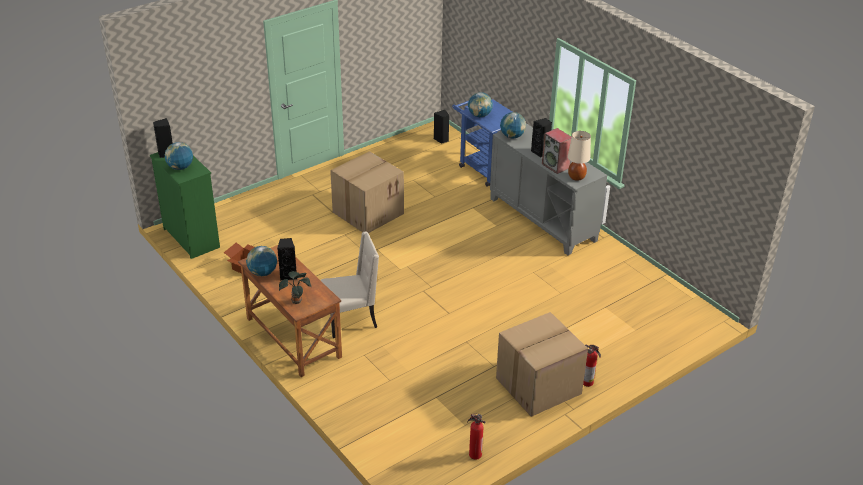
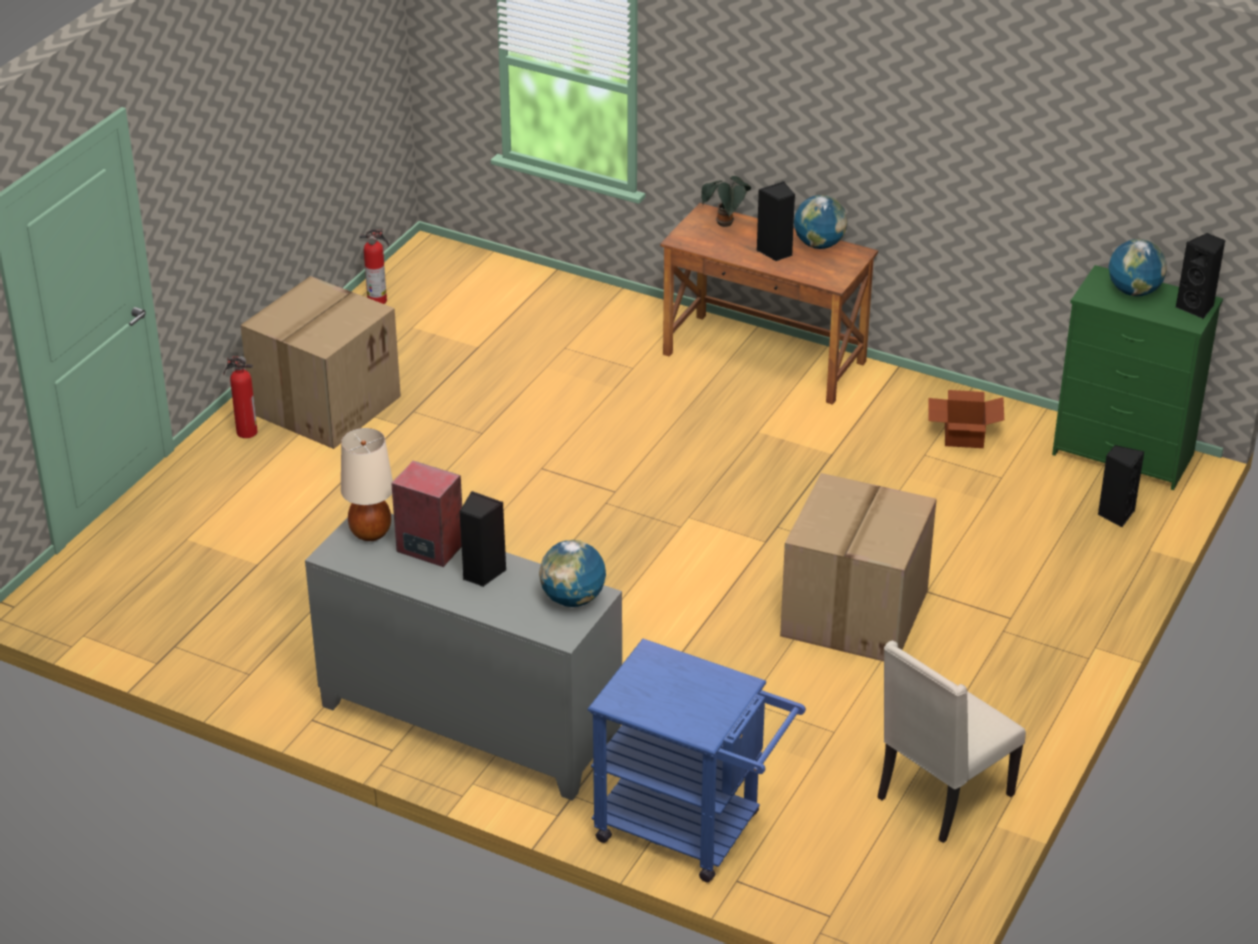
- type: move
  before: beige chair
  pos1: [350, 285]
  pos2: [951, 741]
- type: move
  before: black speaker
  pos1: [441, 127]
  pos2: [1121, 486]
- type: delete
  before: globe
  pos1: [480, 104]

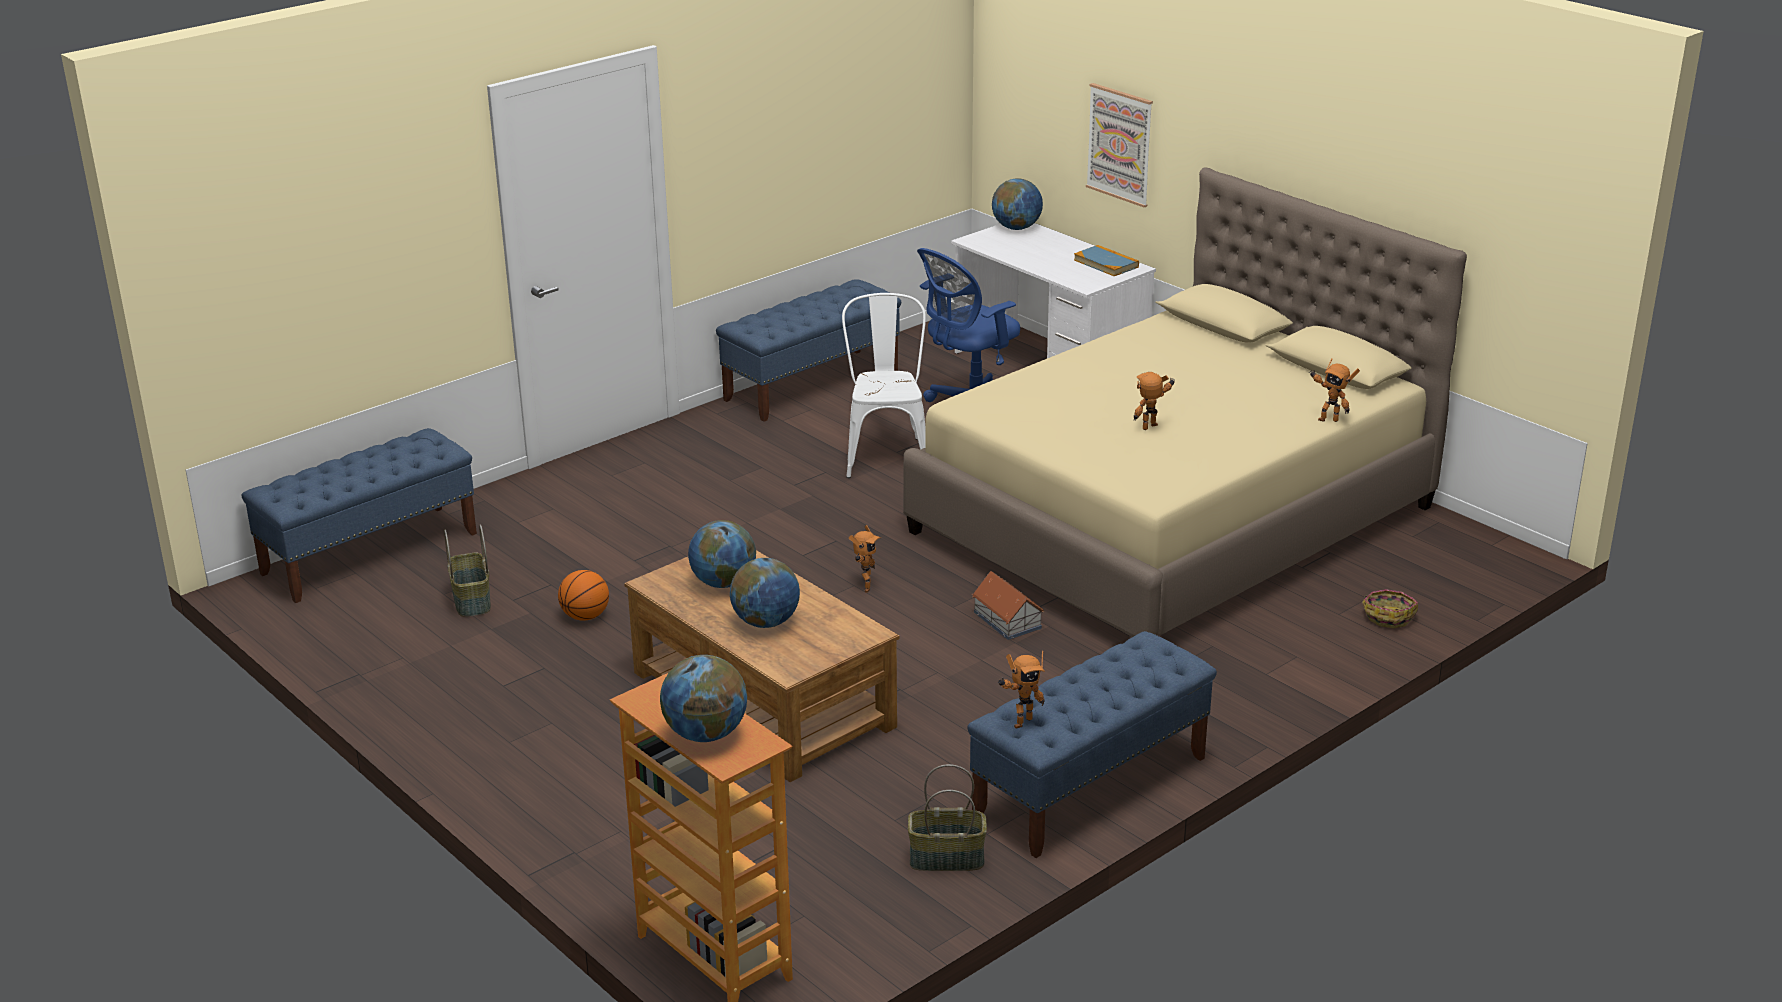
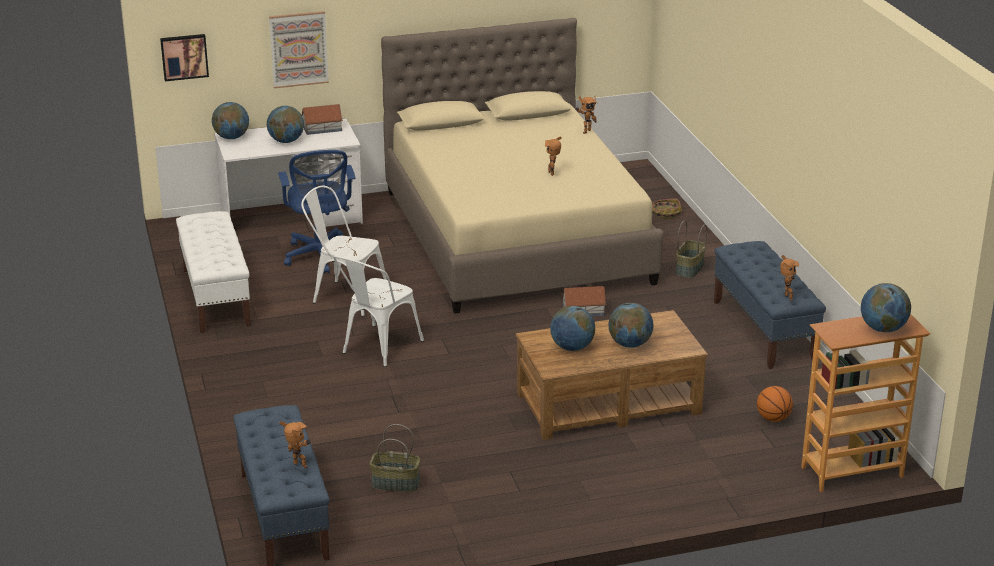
- type: insert
  after: picture
  pos2: [184, 57]
- type: recolor
  before: blue bench
  after: white bench
  pos1: [808, 350]
  pos2: [213, 272]
- type: insert
  after: globe
  pos2: [285, 124]
- type: move
  before: toy robot
  pos1: [865, 559]
  pos2: [294, 444]
- type: replace
  before: book
  after: toy house
  pos1: [1106, 260]
  pos2: [322, 119]
- type: insert
  after: white chair
  pos2: [378, 311]
- type: move
  before: basket
  pos1: [947, 817]
  pos2: [691, 249]
- type: move
  before: basketball
  pos1: [583, 595]
  pos2: [775, 404]

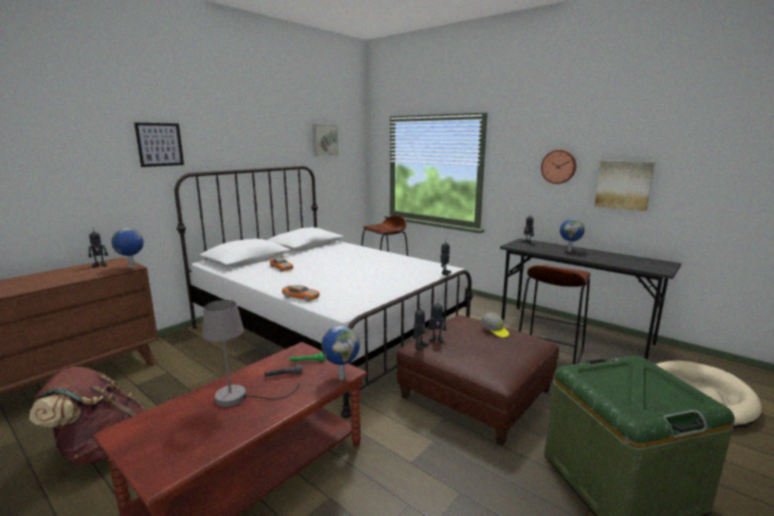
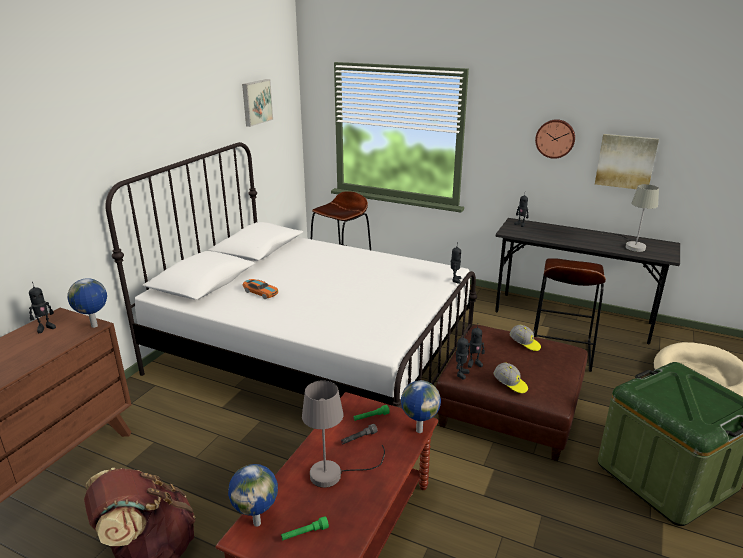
- type: move
  before: globe
  pos1: [572, 235]
  pos2: [253, 495]
- type: insert
  after: green flashlight
  pos2: [305, 528]
- type: insert
  after: cap
  pos2: [511, 378]
- type: insert
  after: grey table lamp
  pos2: [630, 218]
- type: delete
  before: picture
  pos1: [159, 145]
- type: delete
  before: toy car
  pos1: [301, 293]

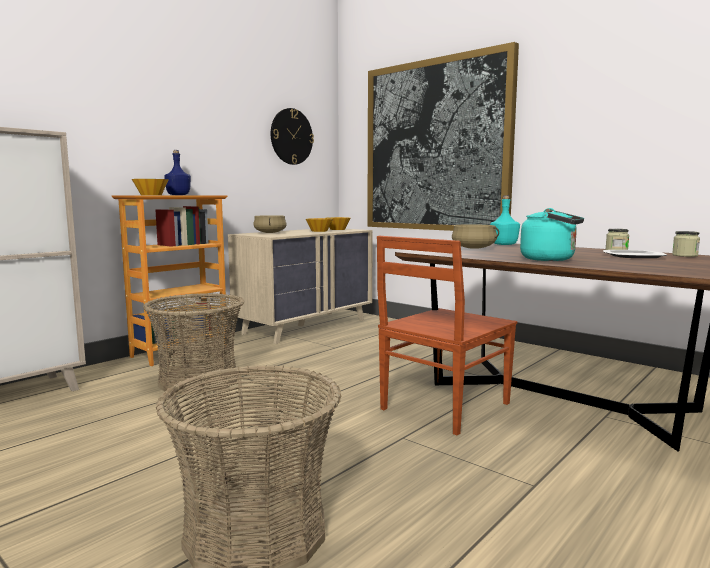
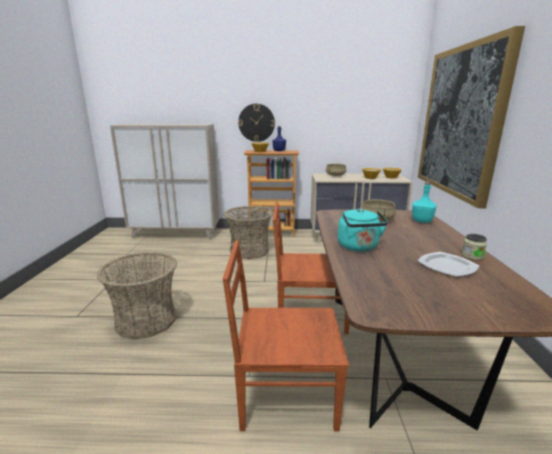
- type: insert
  after: brown chair
  pos2: [286, 336]
- type: move
  before: wall clock
  pos1: [292, 136]
  pos2: [256, 123]
- type: delete
  before: jar
  pos1: [686, 244]

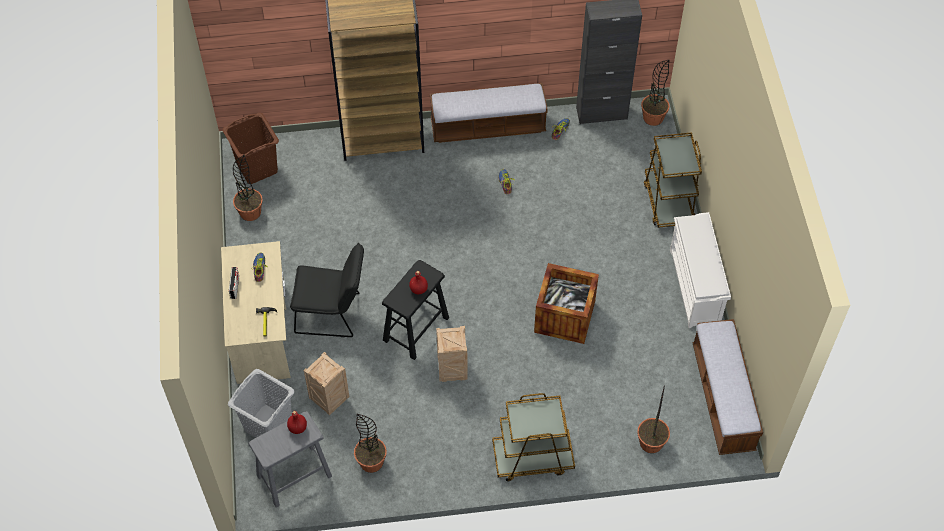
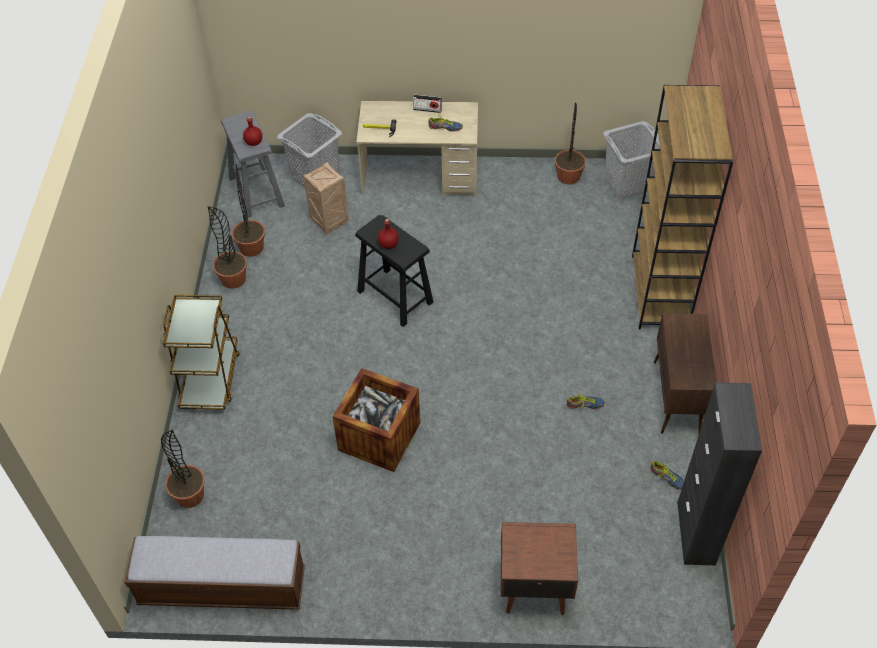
- type: move
  before: potted plant
  pos1: [655, 92]
  pos2: [227, 248]
- type: replace
  before: brown cart
  after: brown nightstand
  pos1: [673, 180]
  pos2: [539, 568]
- type: recolor
  before: brown laundry basket
  after: grey laundry basket
  pos1: [250, 148]
  pos2: [631, 160]
- type: replace
  before: bench
  after: brown cabinet
  pos1: [489, 113]
  pos2: [685, 373]
- type: delete
  before: black chair
  pos1: [327, 290]
- type: delete
  before: crate
  pos1: [452, 354]
- type: delete
  before: white shoe rack
  pos1: [700, 270]

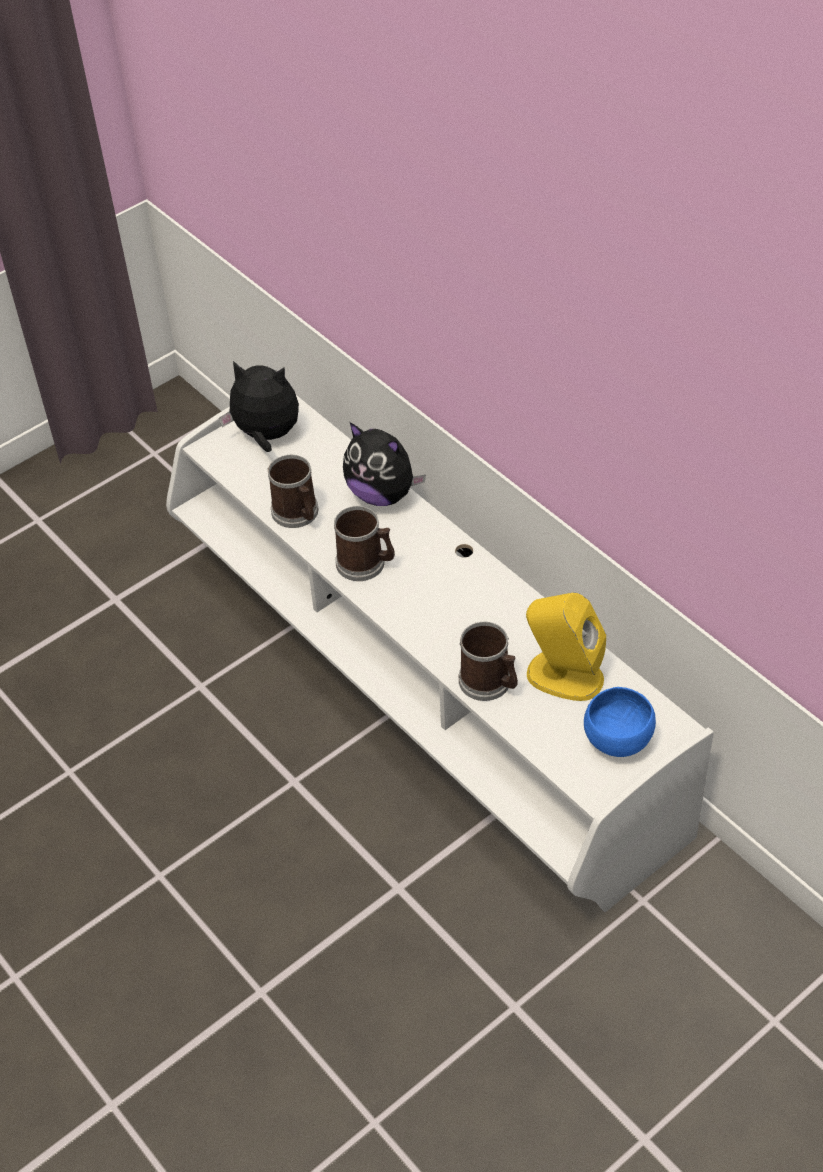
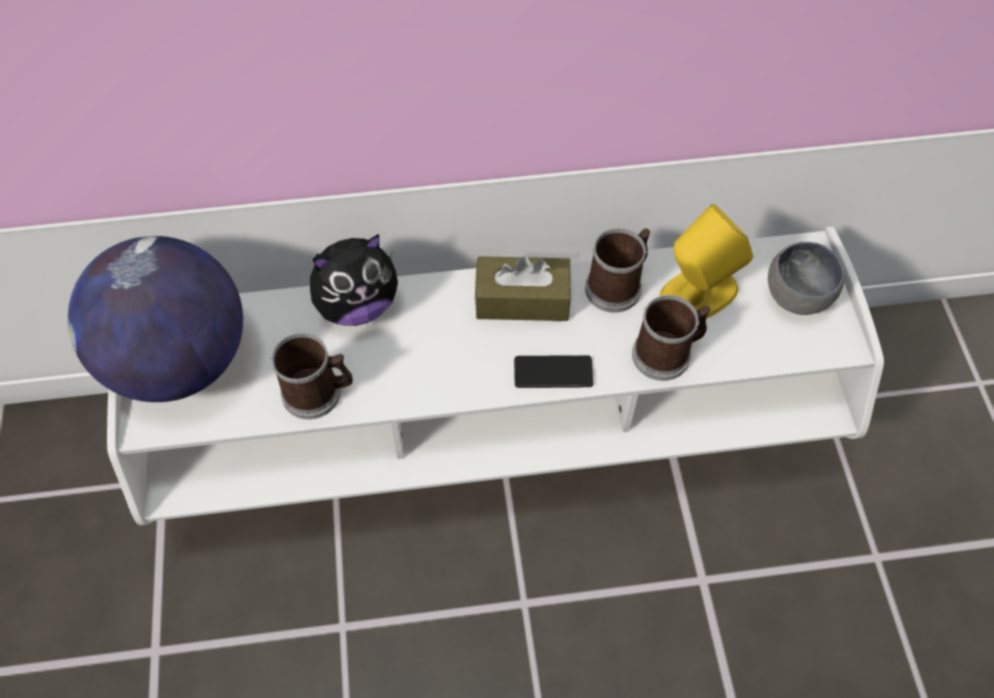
- type: replace
  before: plush toy
  after: globe
  pos1: [259, 406]
  pos2: [155, 319]
- type: insert
  after: brown tissue box
  pos2: [523, 288]
- type: insert
  after: phone
  pos2: [553, 371]
- type: move
  before: mug
  pos1: [364, 543]
  pos2: [617, 270]
- type: recolor
  before: blue bowl
  after: grey bowl
  pos1: [620, 722]
  pos2: [806, 278]

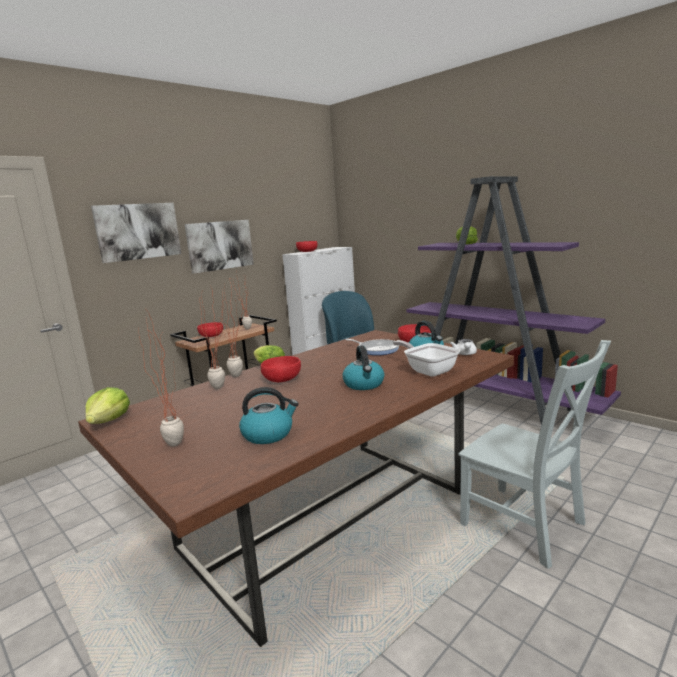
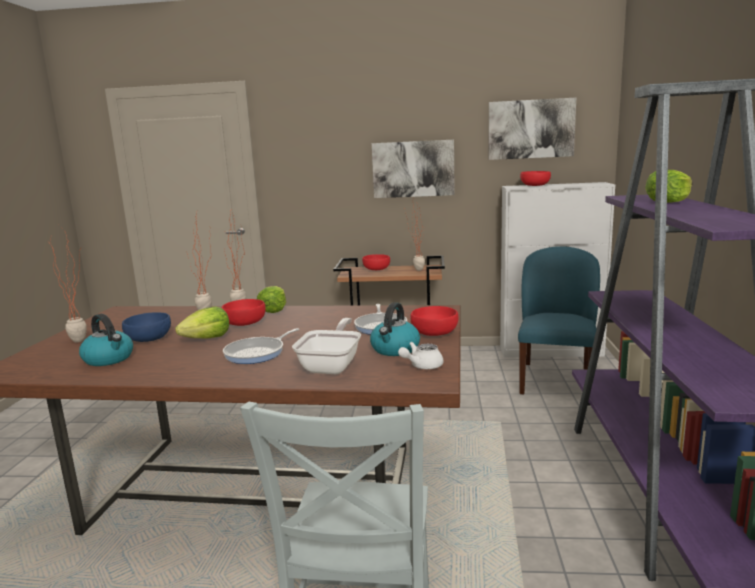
- type: insert
  after: blue bowl
  pos2: [146, 327]
- type: move
  before: lettuce
  pos1: [108, 405]
  pos2: [202, 322]
- type: replace
  before: kettle
  after: frying pan
  pos1: [363, 367]
  pos2: [261, 346]
- type: move
  before: picture
  pos1: [136, 233]
  pos2: [532, 129]

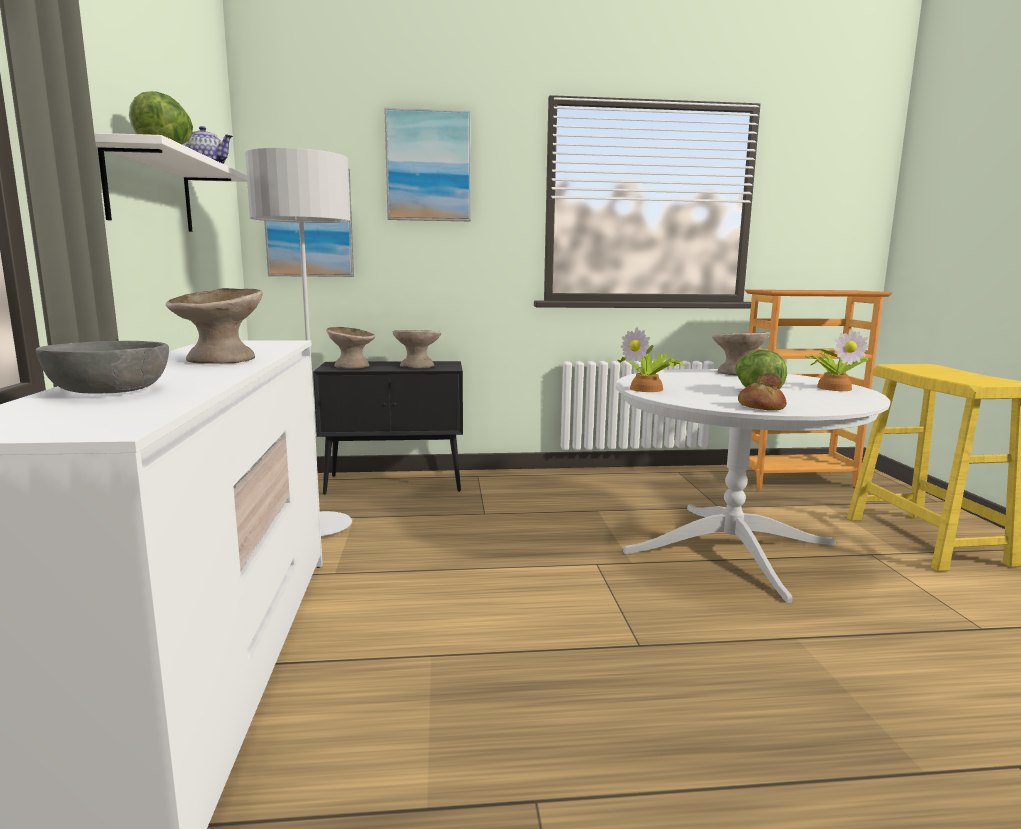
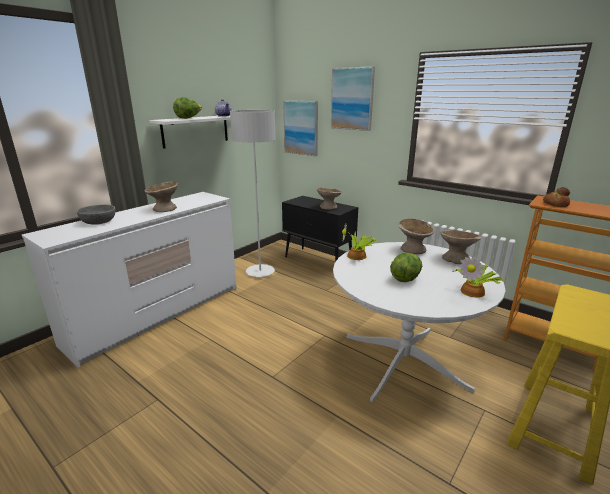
- type: move
  before: beige bowl
  pos1: [351, 348]
  pos2: [416, 236]
- type: move
  before: bread
  pos1: [762, 392]
  pos2: [556, 197]

